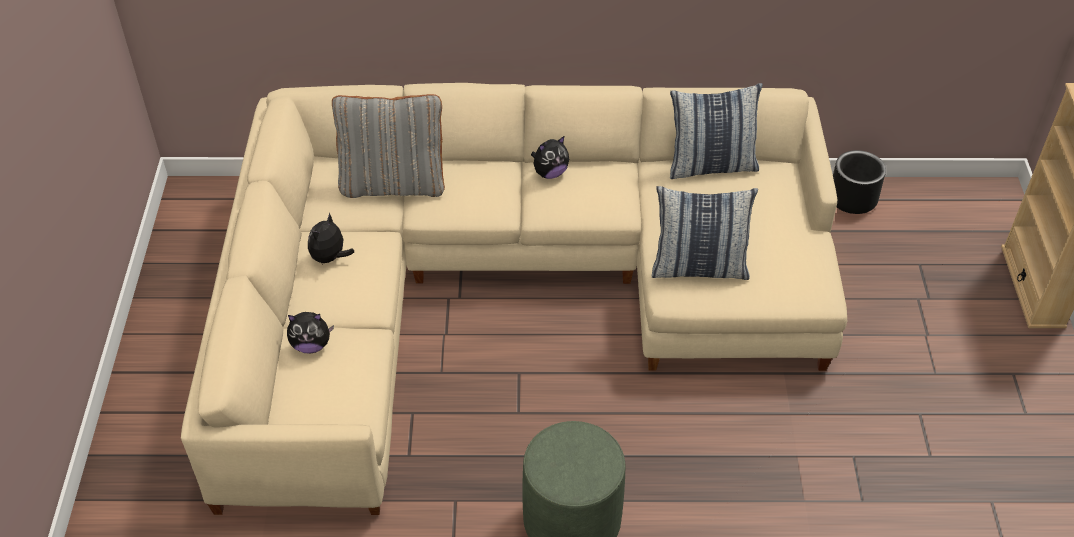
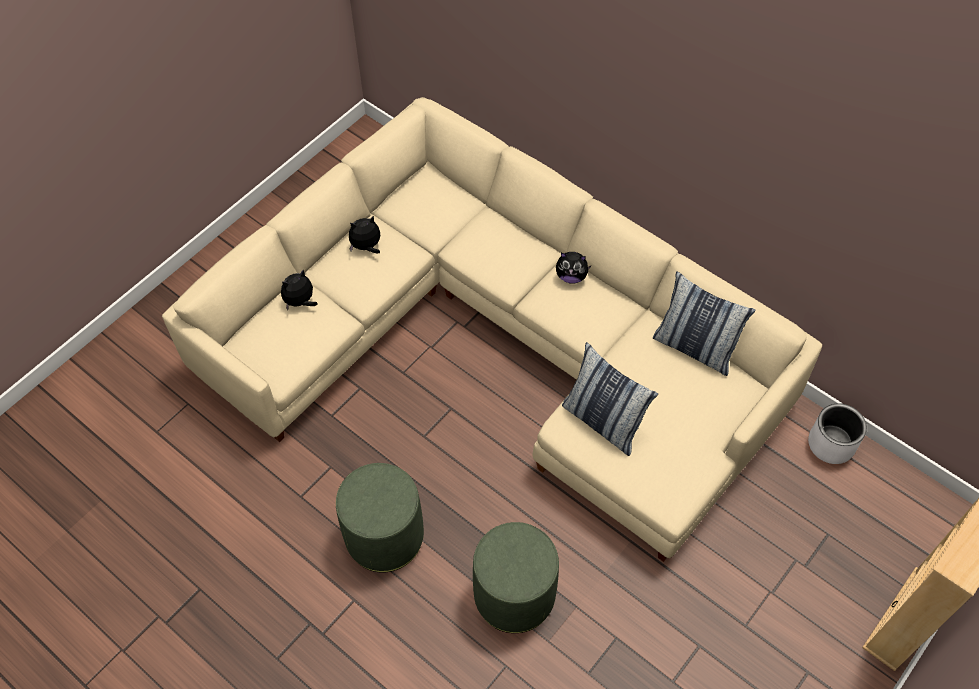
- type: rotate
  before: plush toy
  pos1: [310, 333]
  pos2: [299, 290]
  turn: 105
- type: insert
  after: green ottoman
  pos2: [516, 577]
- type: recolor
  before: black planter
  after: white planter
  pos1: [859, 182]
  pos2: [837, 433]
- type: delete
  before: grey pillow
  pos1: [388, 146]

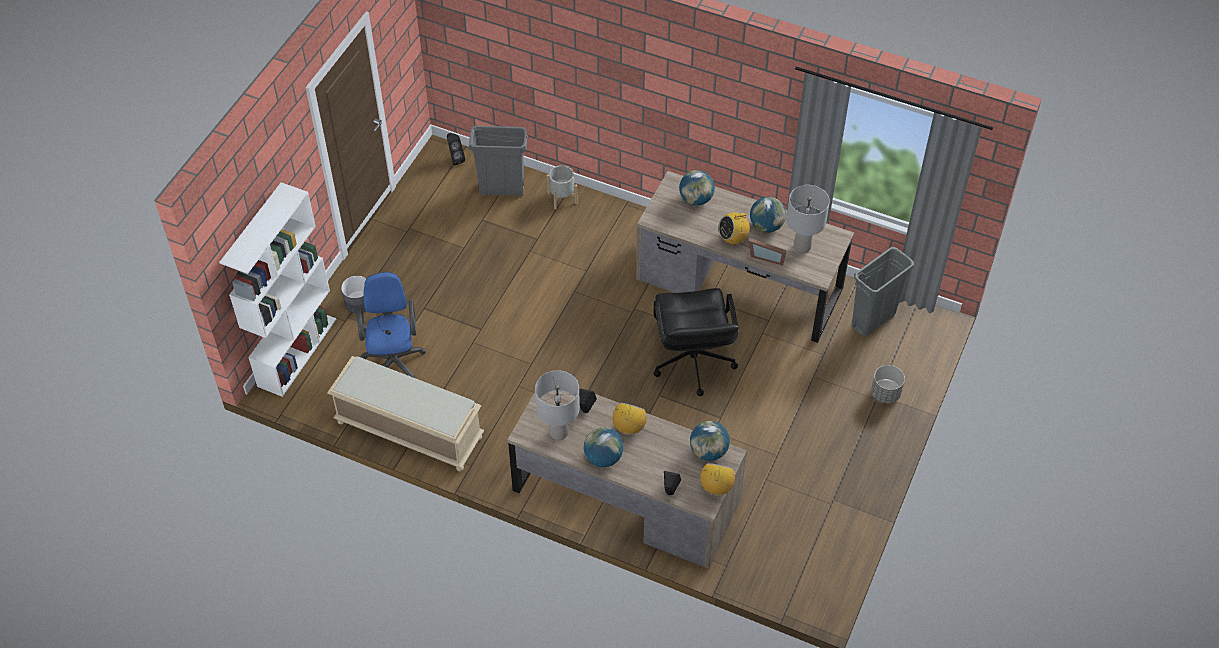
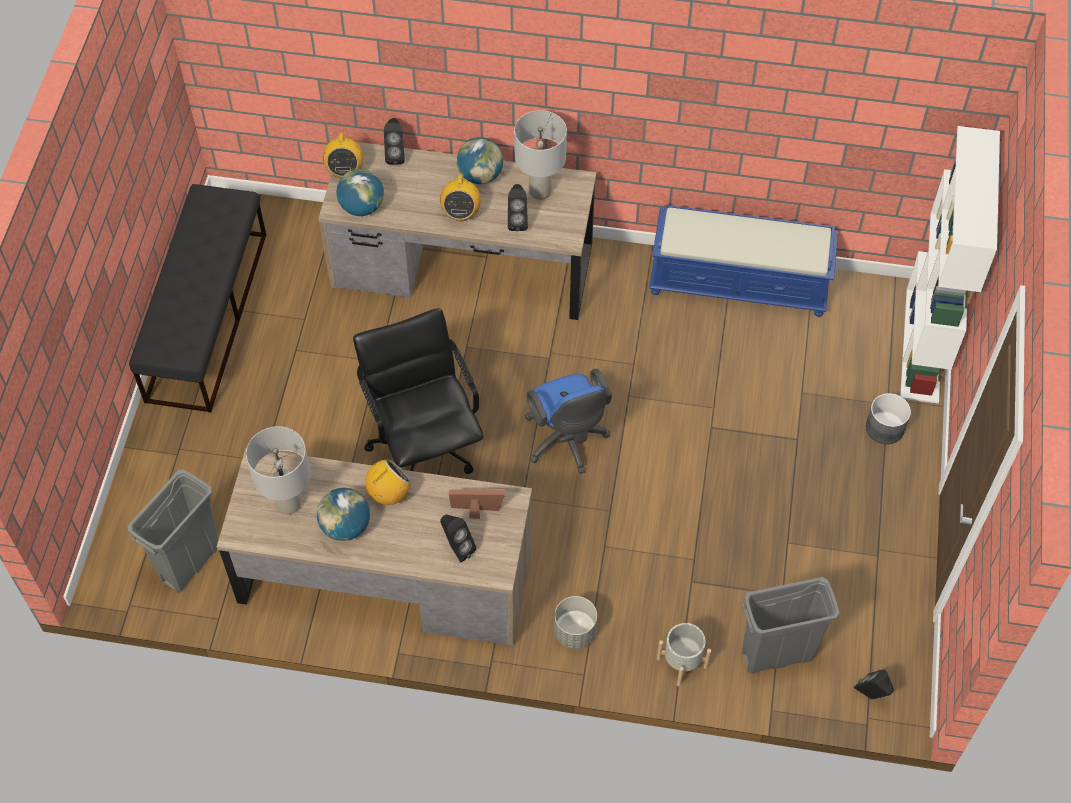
- type: insert
  after: black bench
  pos2: [197, 298]
- type: replace
  before: globe
  after: black speaker
  pos1: [697, 188]
  pos2: [458, 538]
- type: move
  before: picture frame
  pos1: [767, 251]
  pos2: [477, 504]
- type: move
  before: blue office chair
  pos1: [391, 324]
  pos2: [568, 421]
- type: move
  before: grey planter
  pos1: [888, 384]
  pos2: [575, 622]
- type: recolor
  before: beige bench
  after: blue bench
  pos1: [405, 413]
  pos2: [743, 261]

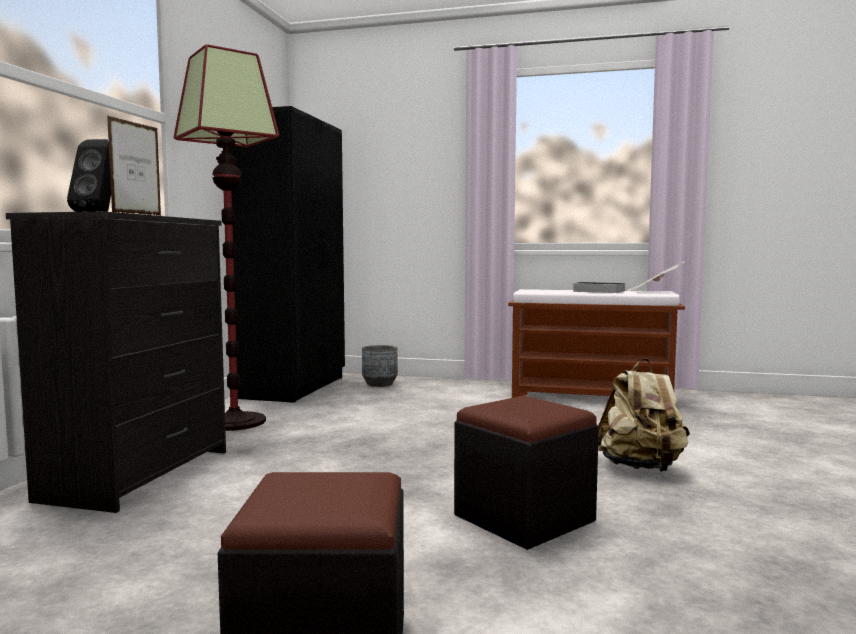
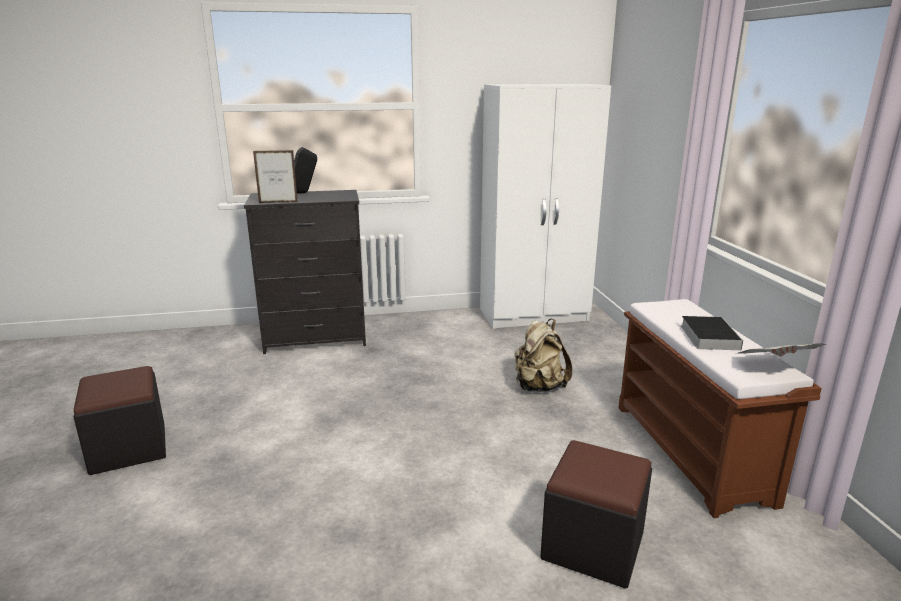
- type: recolor
  before: black wardrobe
  after: white wardrobe
  pos1: [287, 254]
  pos2: [545, 206]
- type: move
  before: beige backpack
  pos1: [644, 415]
  pos2: [543, 355]
- type: move
  before: black ottoman
  pos1: [526, 473]
  pos2: [596, 514]
- type: delete
  before: floor lamp
  pos1: [226, 237]
- type: delete
  before: grey planter
  pos1: [380, 366]

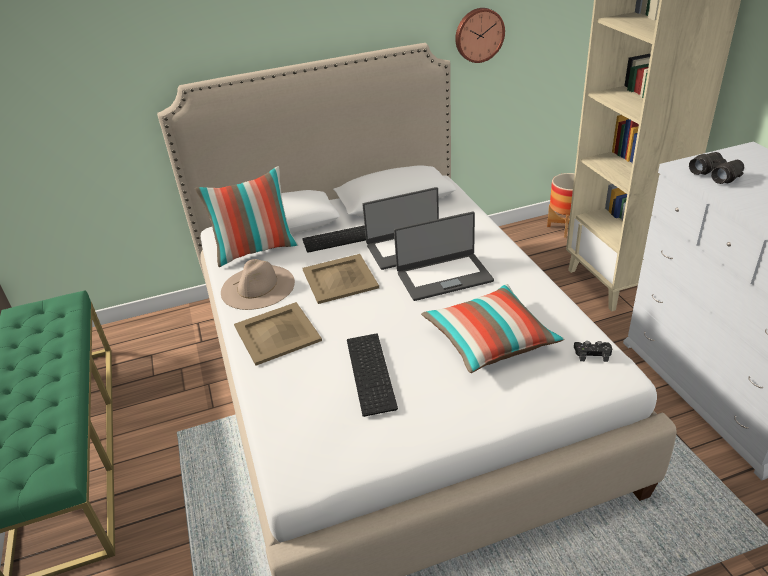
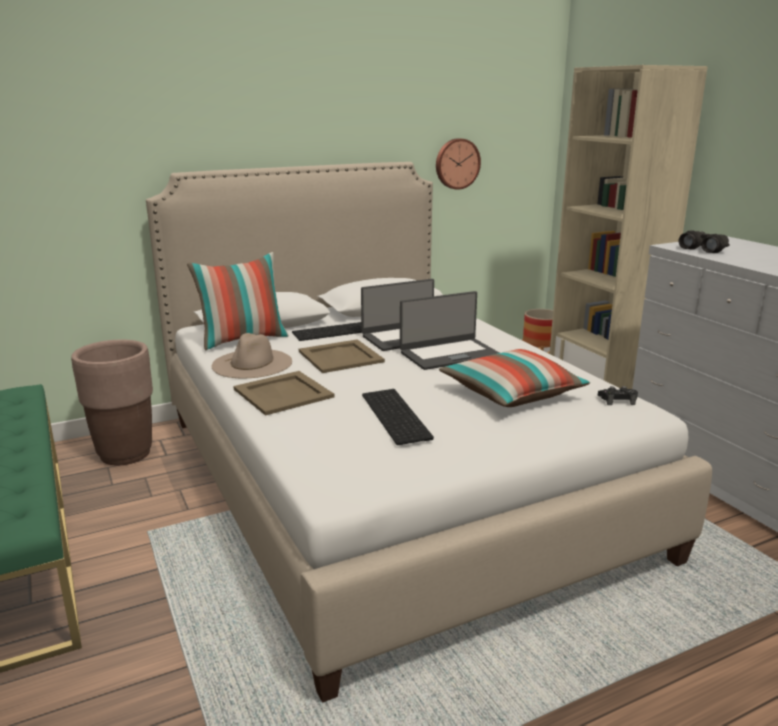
- type: insert
  after: brown planter
  pos2: [112, 402]

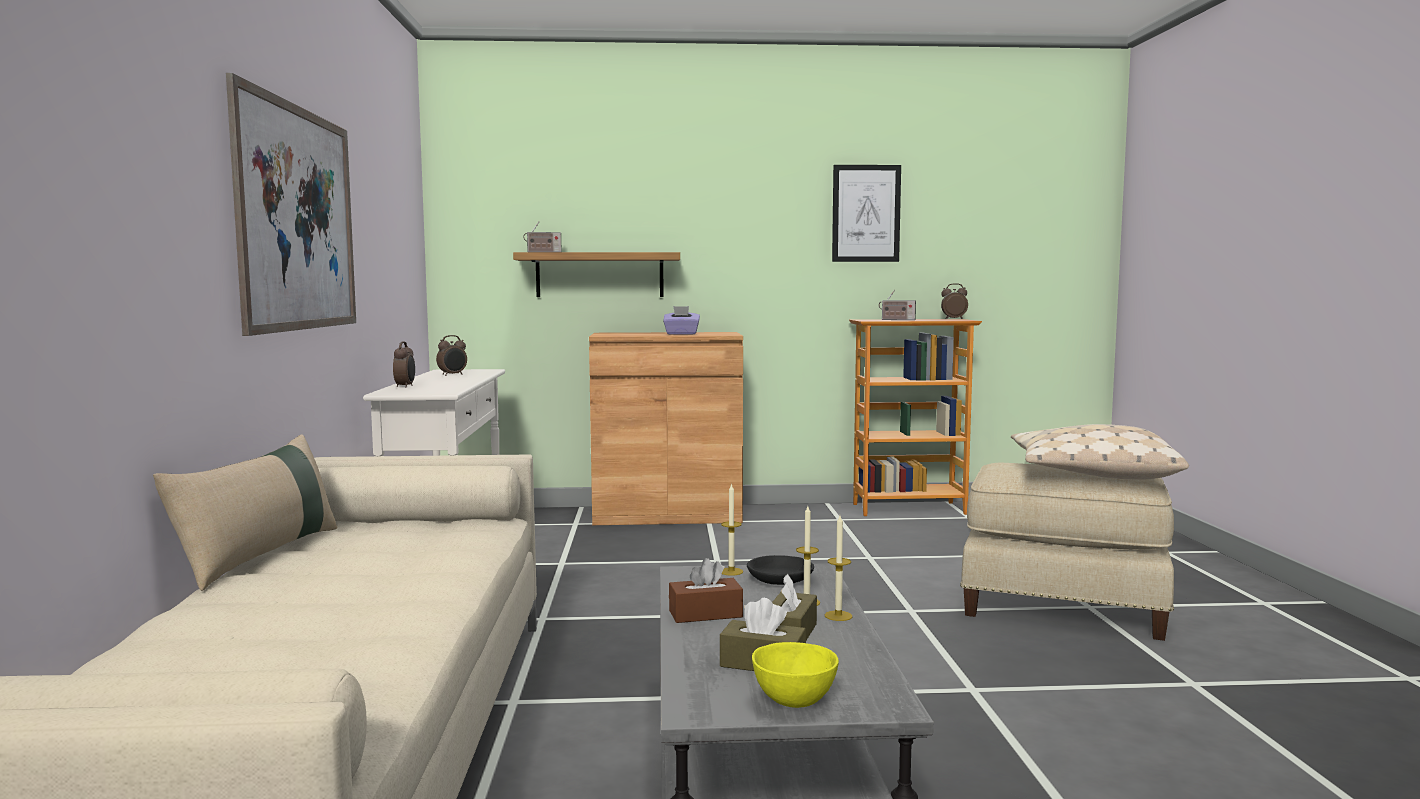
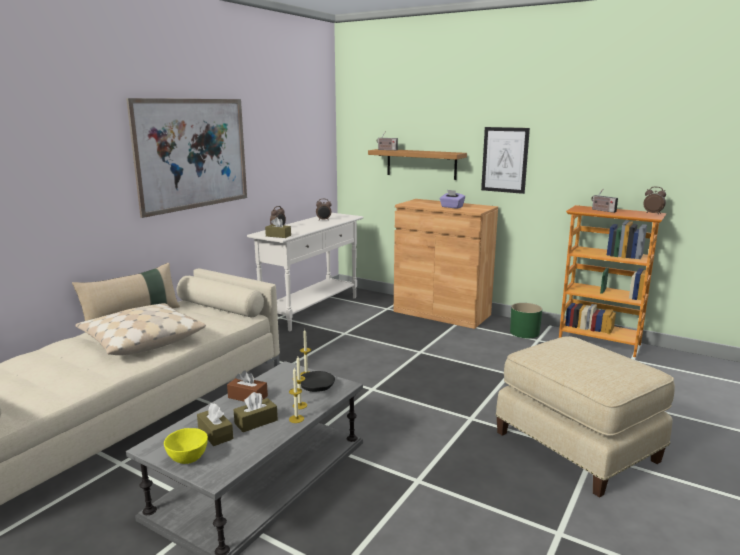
- type: move
  before: beige pillow
  pos1: [1100, 452]
  pos2: [140, 329]
- type: insert
  after: brown tissue box
  pos2: [278, 227]
- type: move
  before: picture
  pos1: [866, 213]
  pos2: [505, 160]
- type: insert
  after: green planter
  pos2: [526, 320]

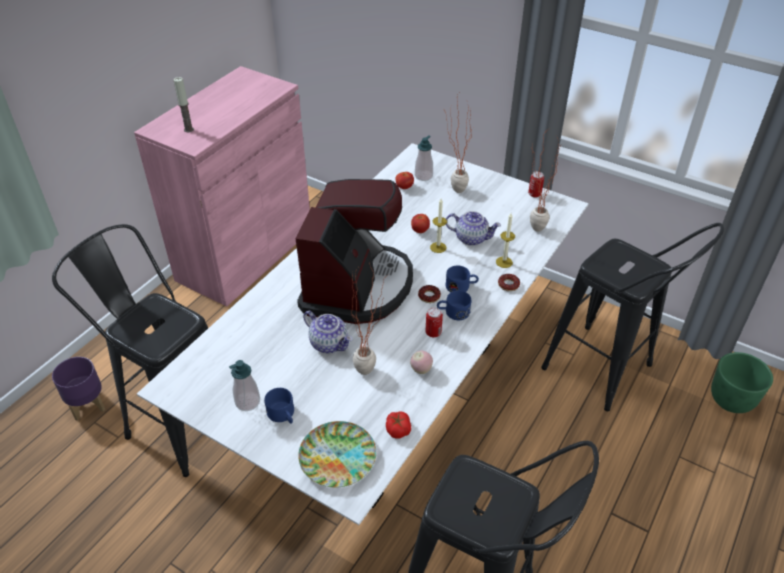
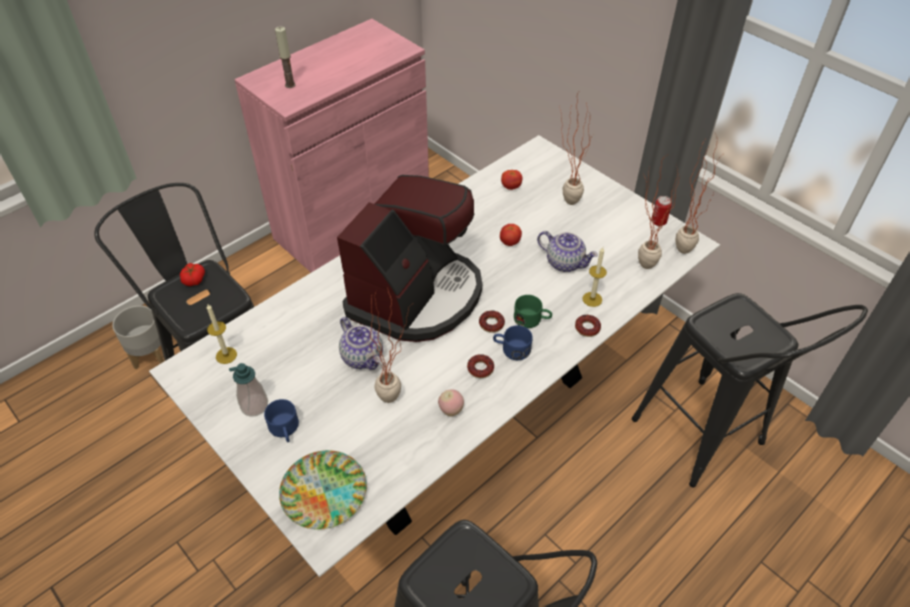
- type: recolor
  before: purple planter
  after: grey planter
  pos1: [78, 389]
  pos2: [138, 337]
- type: move
  before: tomato
  pos1: [398, 425]
  pos2: [192, 274]
- type: move
  before: candle
  pos1: [438, 226]
  pos2: [222, 334]
- type: replace
  before: can
  after: donut
  pos1: [434, 322]
  pos2: [480, 366]
- type: recolor
  before: blue mug
  after: green mug
  pos1: [462, 278]
  pos2: [533, 311]
- type: insert
  after: potted plant
  pos2: [698, 194]
- type: delete
  before: soap dispenser
  pos1: [424, 158]
- type: delete
  before: green planter
  pos1: [742, 382]

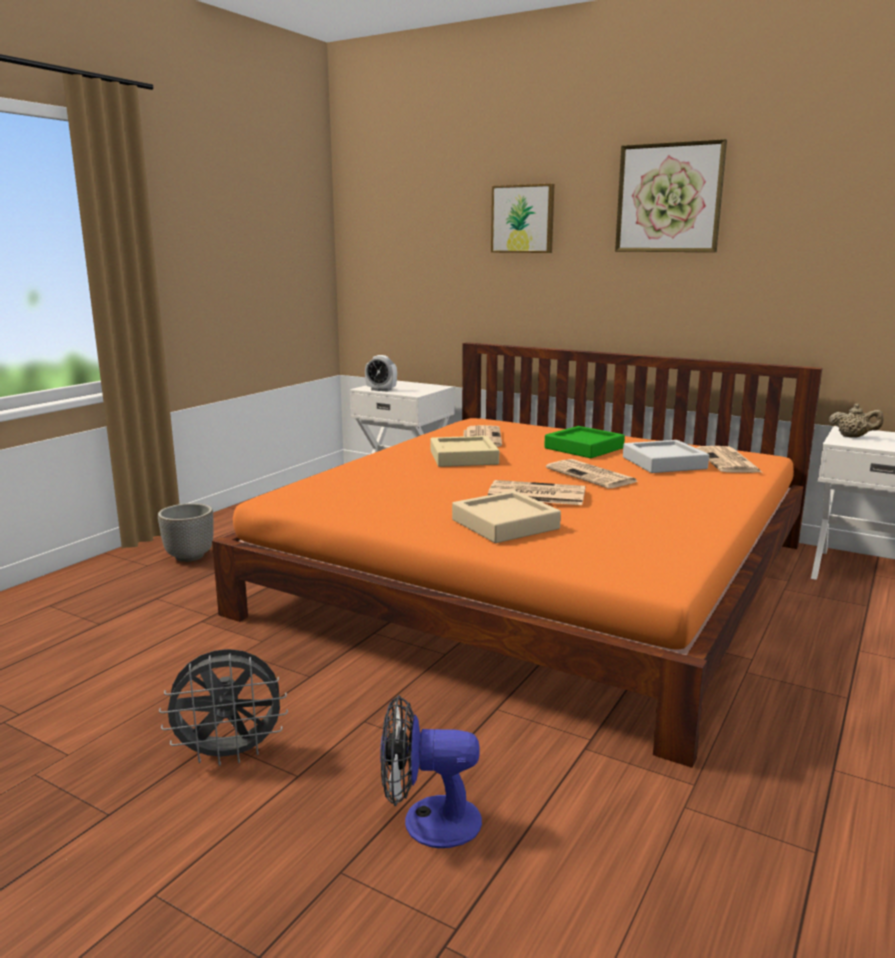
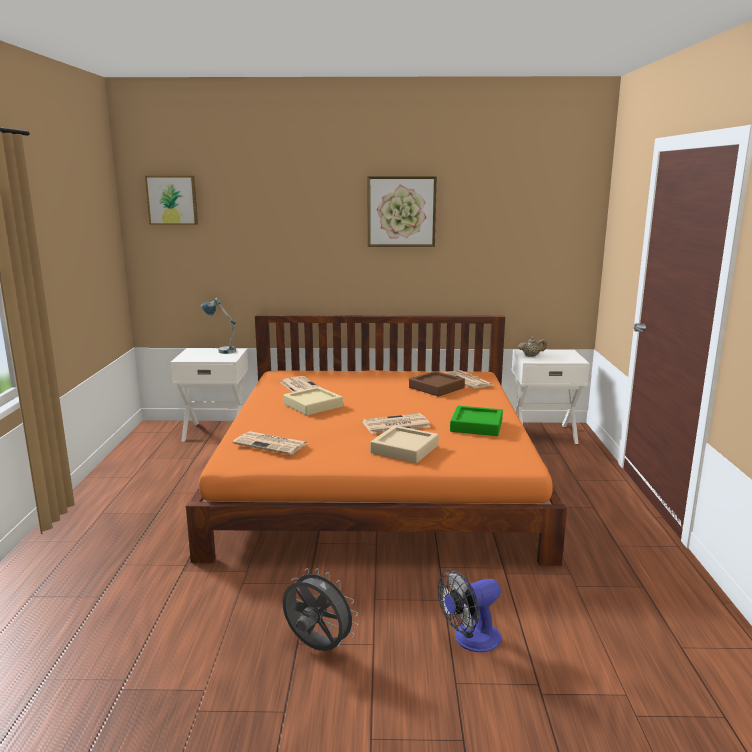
- type: move
  before: picture
  pos1: [522, 218]
  pos2: [171, 200]
- type: insert
  after: table lamp
  pos2: [218, 326]
- type: move
  before: newspaper
  pos1: [592, 473]
  pos2: [270, 443]
- type: rotate
  before: grey fan
  pos1: [223, 707]
  pos2: [320, 609]
  turn: -105
- type: recolor
  before: grey tray
  after: brown tray
  pos1: [666, 456]
  pos2: [437, 384]
- type: move
  before: green tray
  pos1: [584, 442]
  pos2: [476, 421]
- type: delete
  before: planter
  pos1: [186, 532]
- type: delete
  before: alarm clock
  pos1: [381, 373]

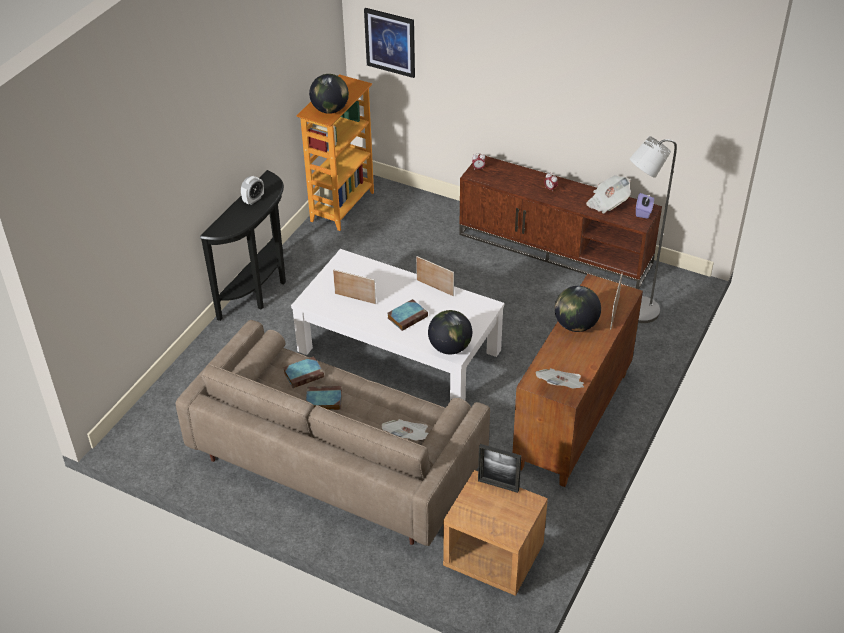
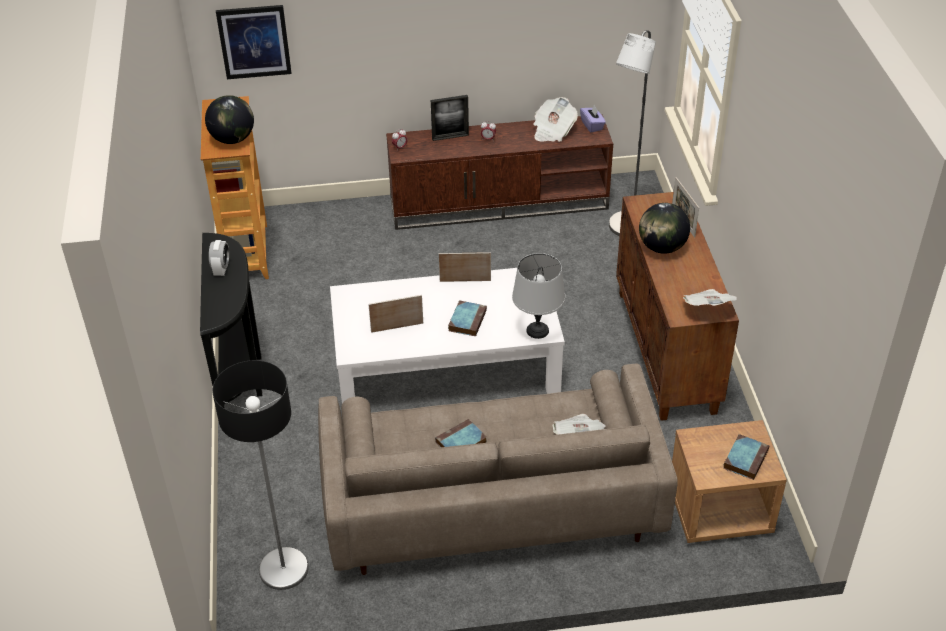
- type: insert
  after: floor lamp
  pos2: [260, 475]
- type: move
  before: picture frame
  pos1: [500, 468]
  pos2: [450, 118]
- type: replace
  before: globe
  after: grey table lamp
  pos1: [450, 332]
  pos2: [538, 296]
- type: move
  before: book
  pos1: [303, 372]
  pos2: [746, 457]

